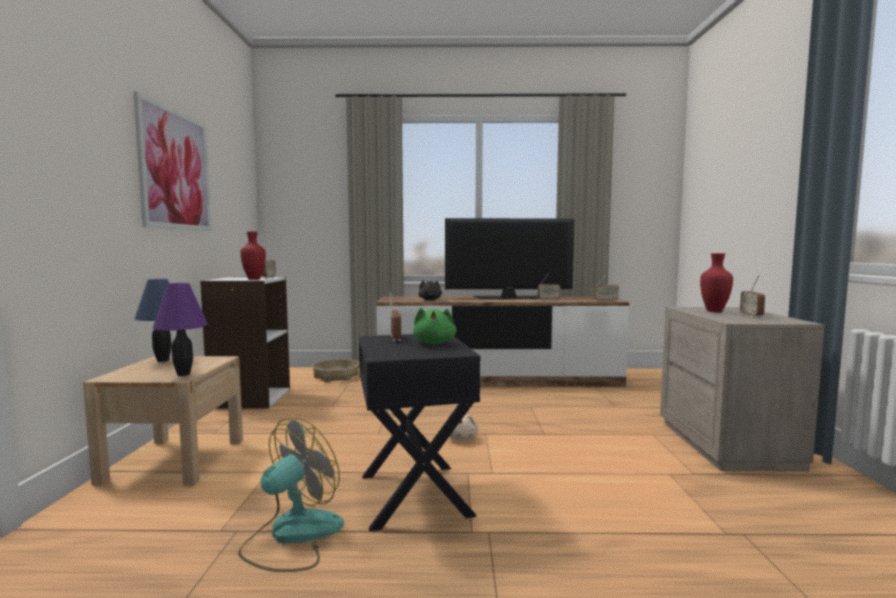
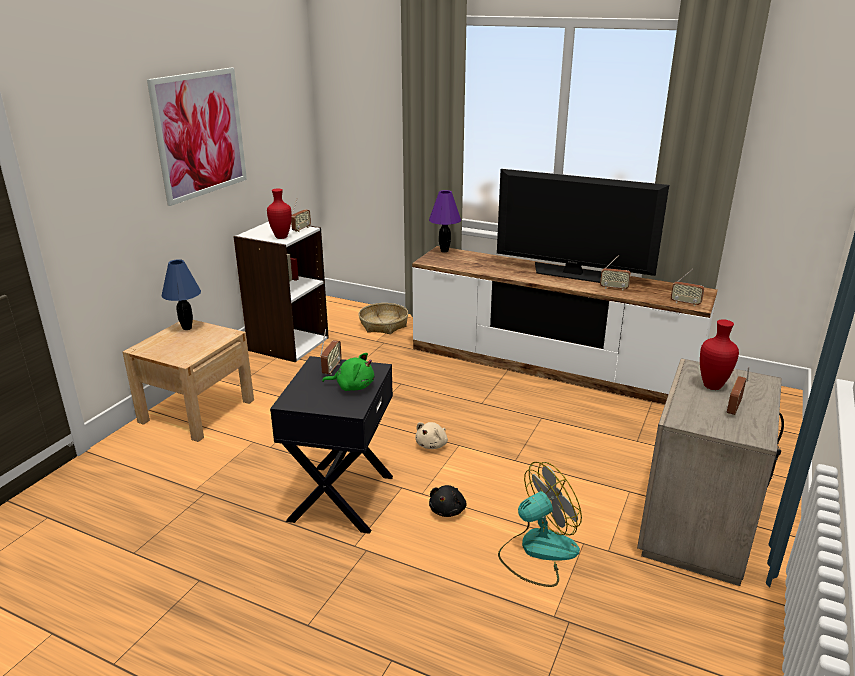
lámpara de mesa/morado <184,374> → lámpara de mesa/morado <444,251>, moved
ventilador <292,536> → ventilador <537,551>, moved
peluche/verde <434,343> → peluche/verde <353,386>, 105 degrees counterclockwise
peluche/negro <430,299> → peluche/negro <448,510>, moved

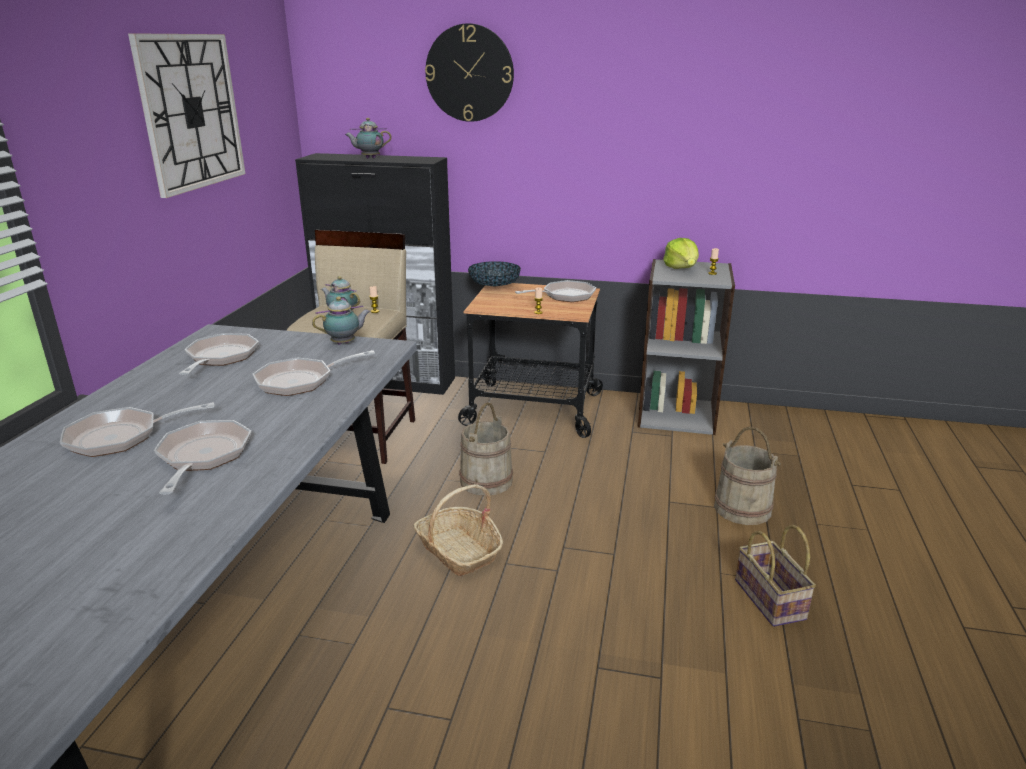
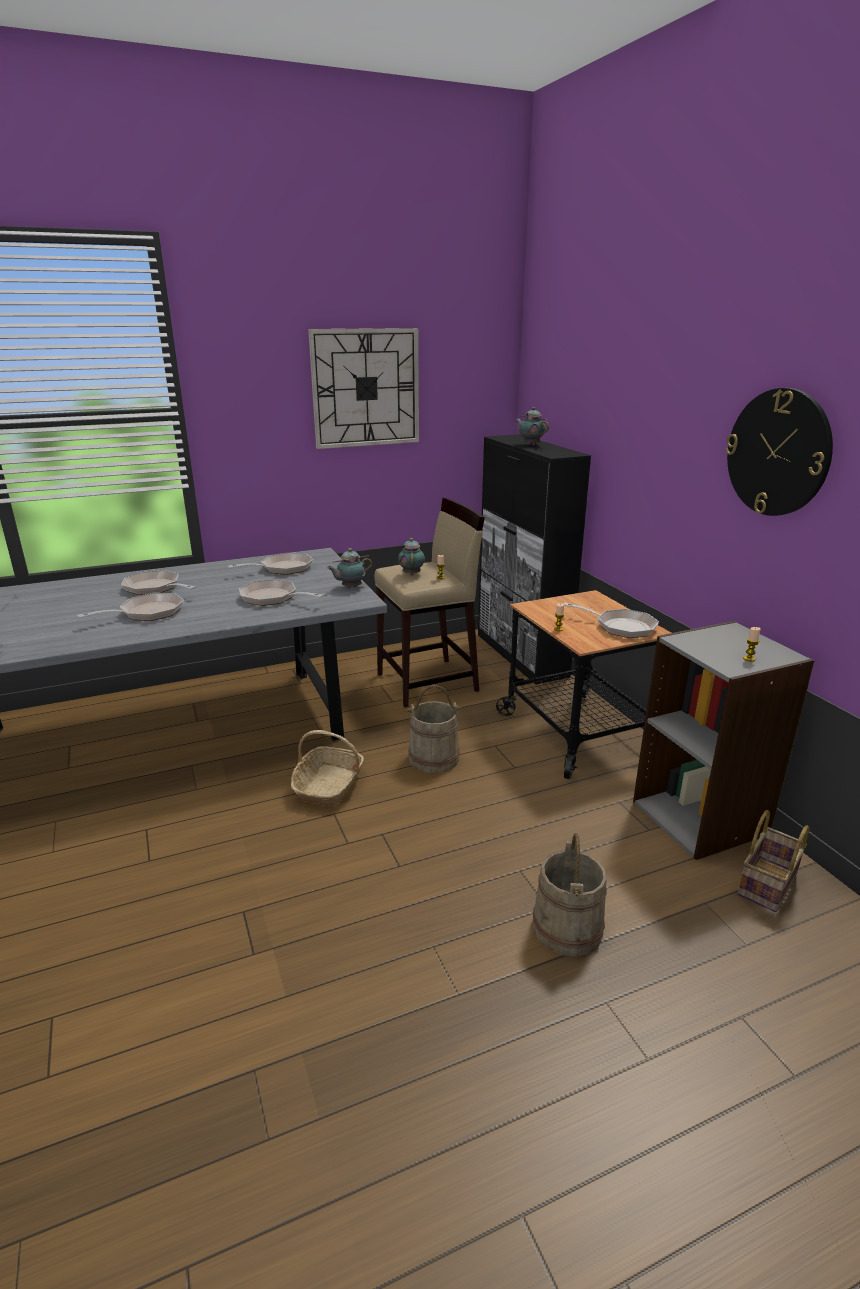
tetera <345,343> → tetera <350,587>, 120 degrees clockwise
reloj de pared <469,73> → reloj de pared <778,453>, moved
cuenco <494,286> → -
lechuga <681,268> → -
cesta <772,600> → cesta <768,886>, moved

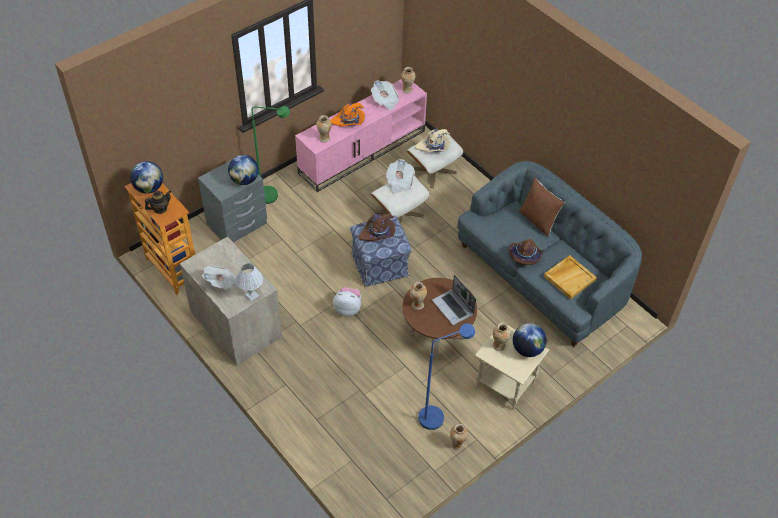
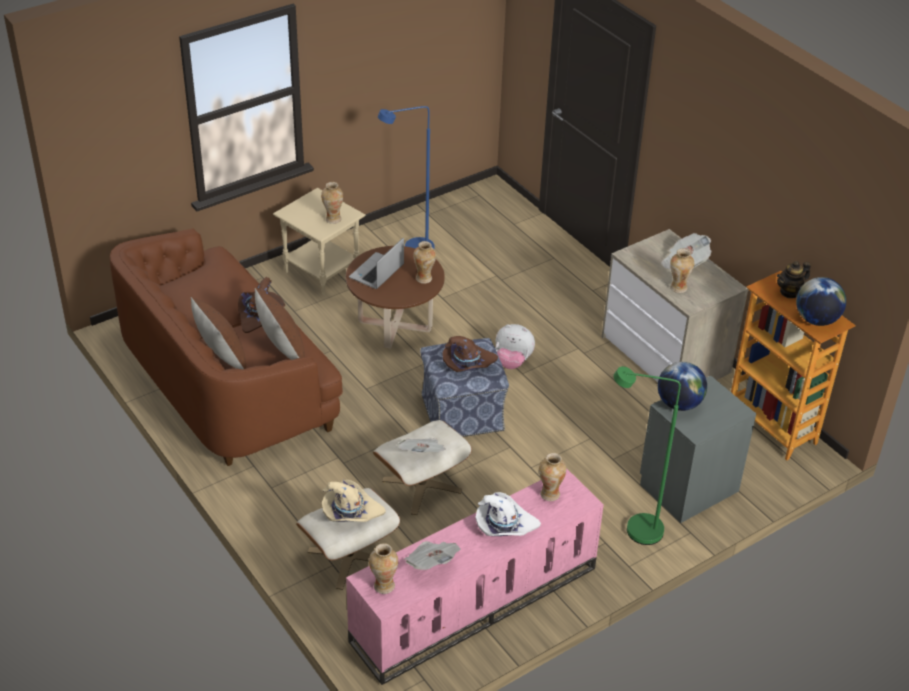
lámpara de mesa/blanco <251,296> → -
sombrero/naranja <349,121> → sombrero/blanco <504,525>
portátil <453,308> → portátil <377,272>, 120 degrees counterclockwise
florero <457,444> → florero <678,288>, moved
sofá/gris <542,277> → sofá/marrón <226,382>
globo terráqueo <527,349> → -
bandeja/beis <569,278> → -
- → cojín/marrón <281,351>

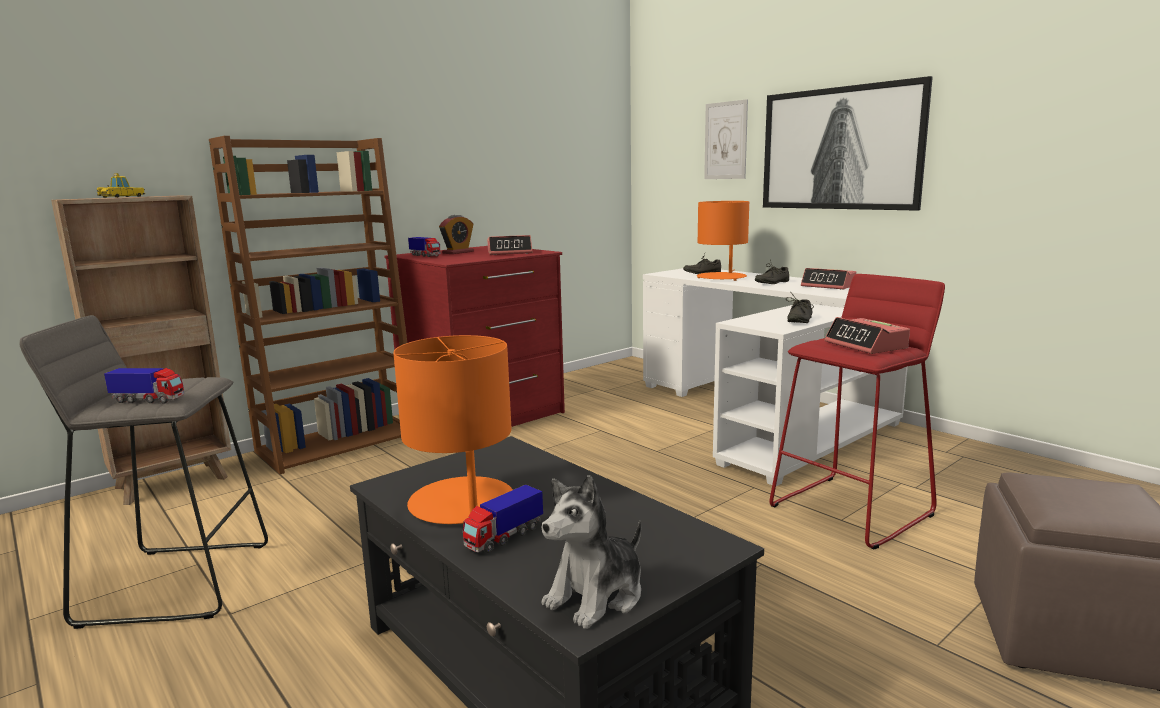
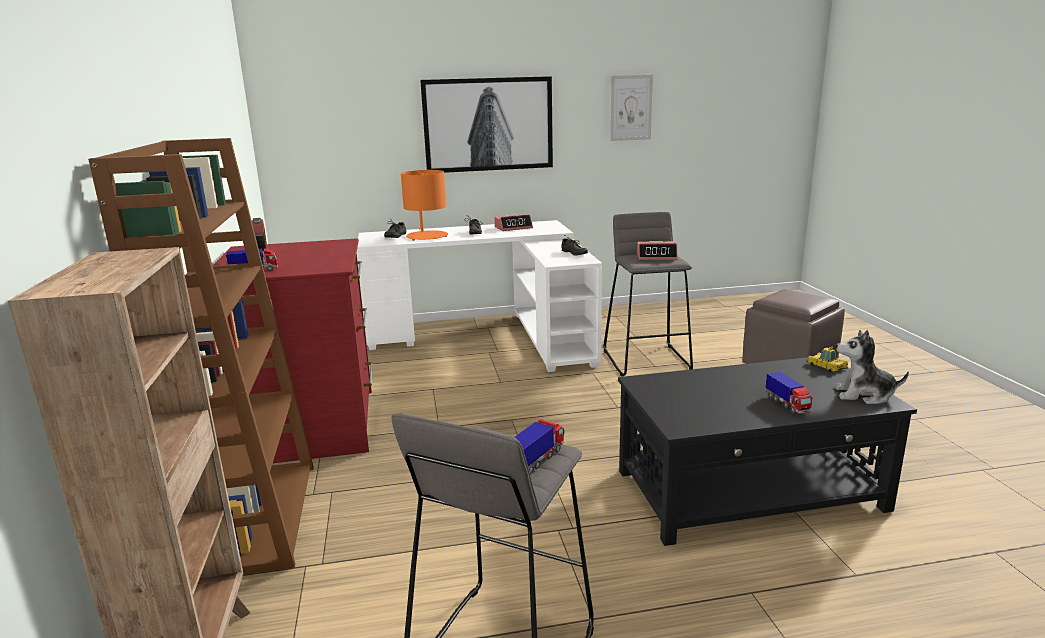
coche de juguete <122,197> → coche de juguete <826,366>, moved
lámpara de mesa/naranja <462,503> → -
despertador <510,253> → -
peluche <597,596> → peluche <864,395>, 120 degrees clockwise
cuadro <725,140> → cuadro <631,108>, moved
taburete/rojo <851,510> → taburete/gris <647,360>

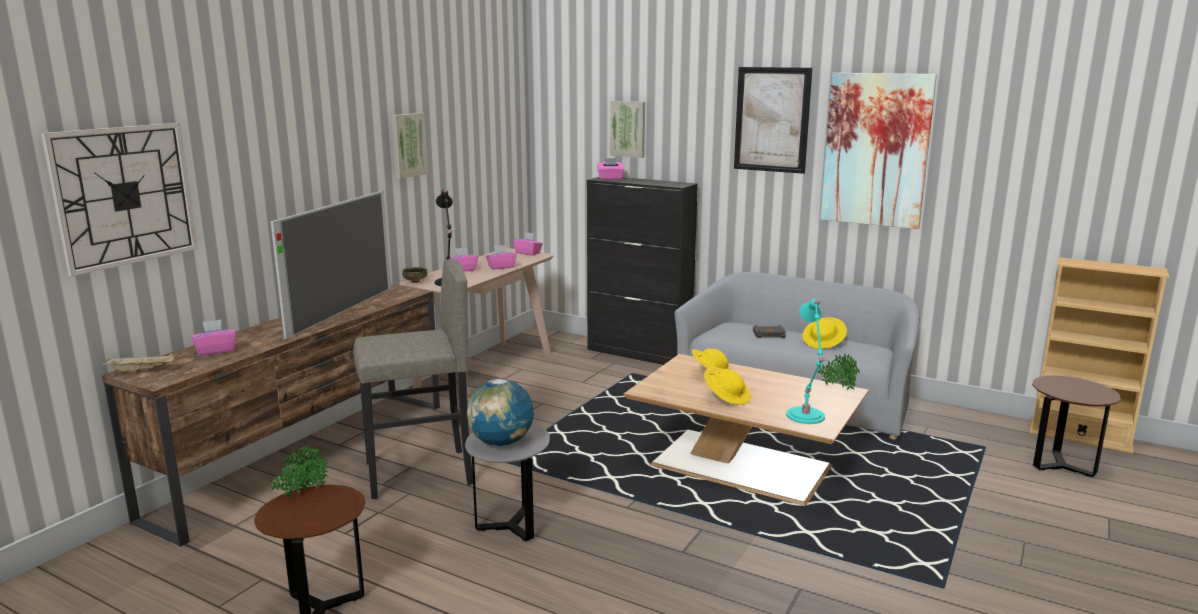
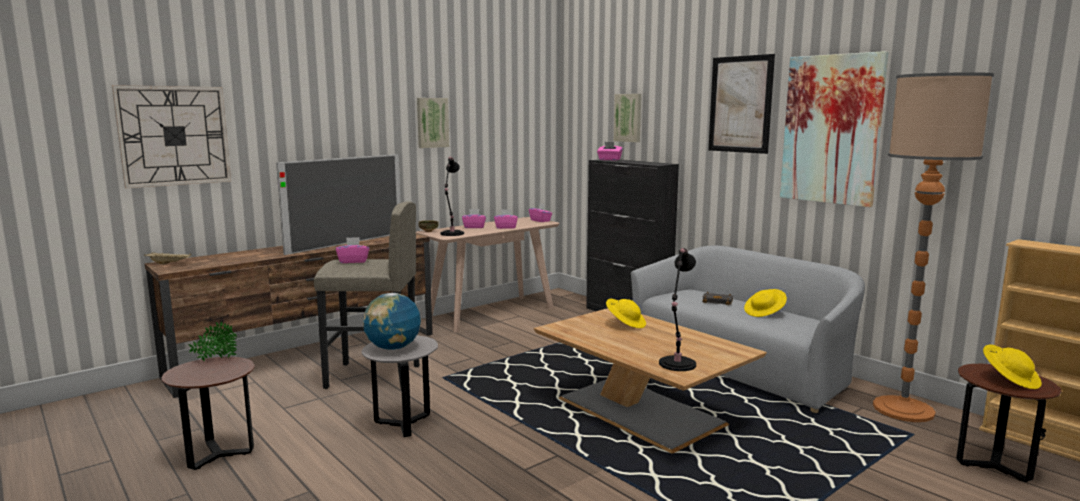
caja de pañuelos/rosa <216,351> → caja de pañuelos/rosa <353,261>, moved
sombrero/amarillo <727,397> → sombrero/amarillo <1010,379>, moved
lámpara de mesa/turquesa <806,417> → lámpara de mesa/negro <676,365>
planta en maceta <837,387> → -
- → lámpara de pie <903,409>

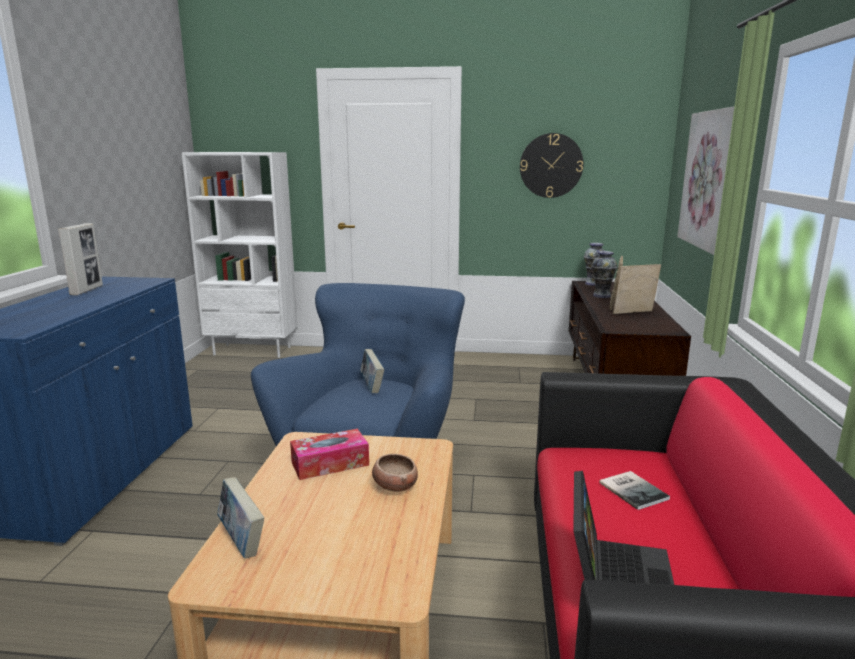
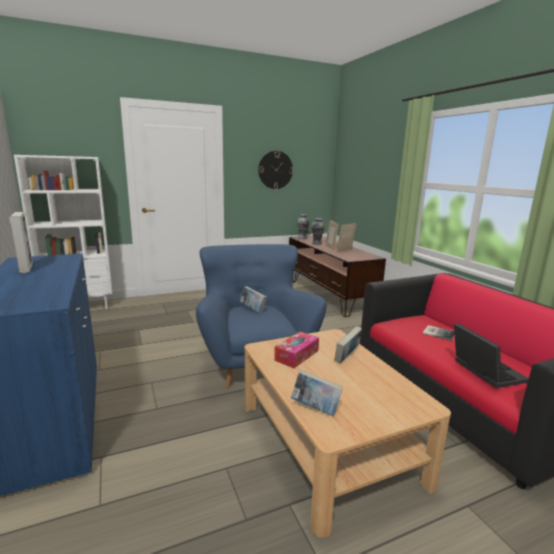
cuenco <395,486> → libro <347,357>
cuadro <710,180> → -

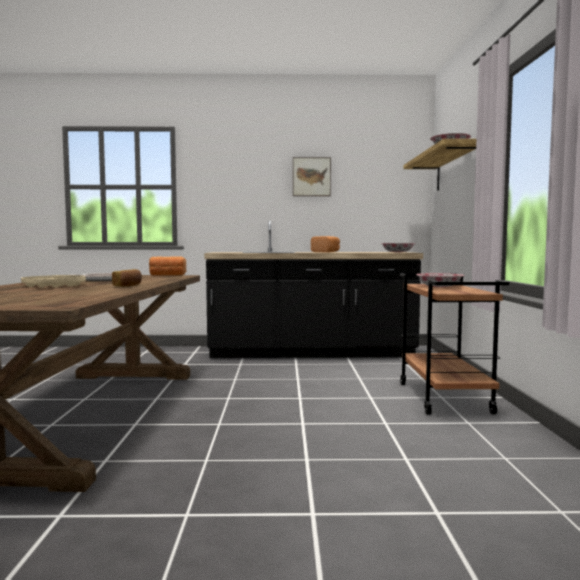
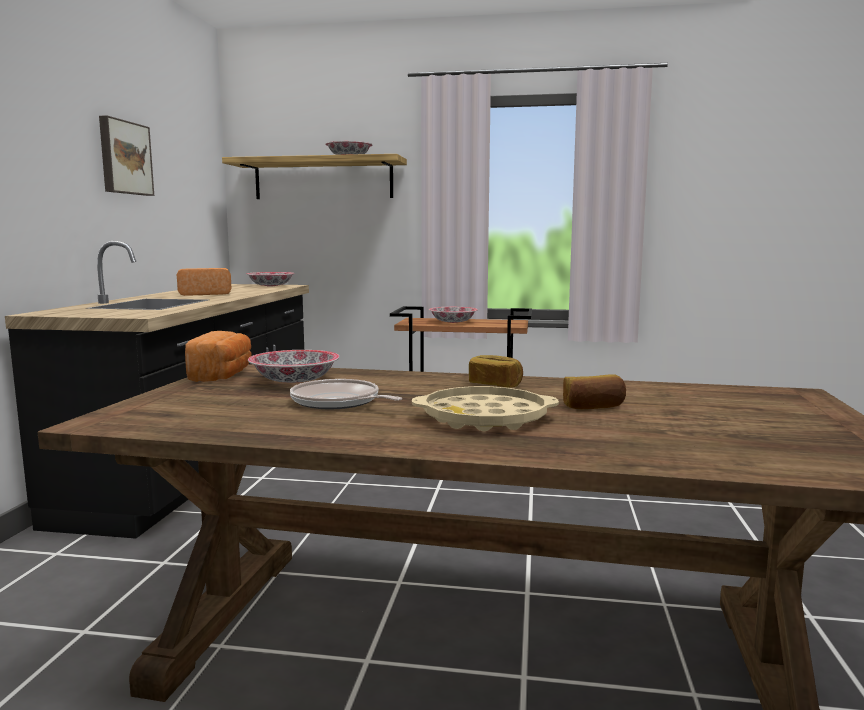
- → cuenco <295,381>
- → pan <593,407>

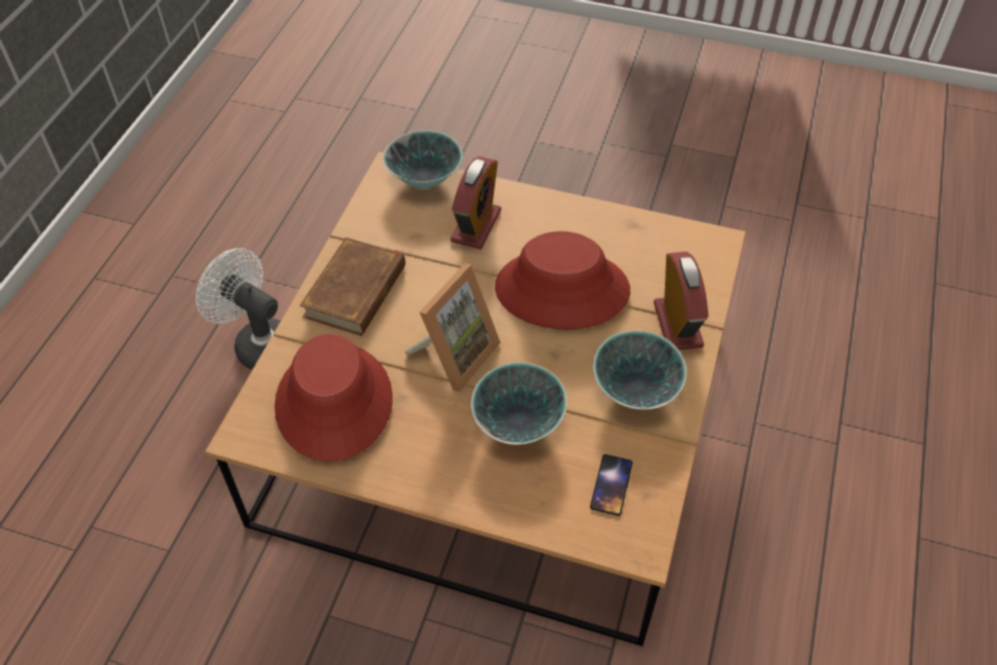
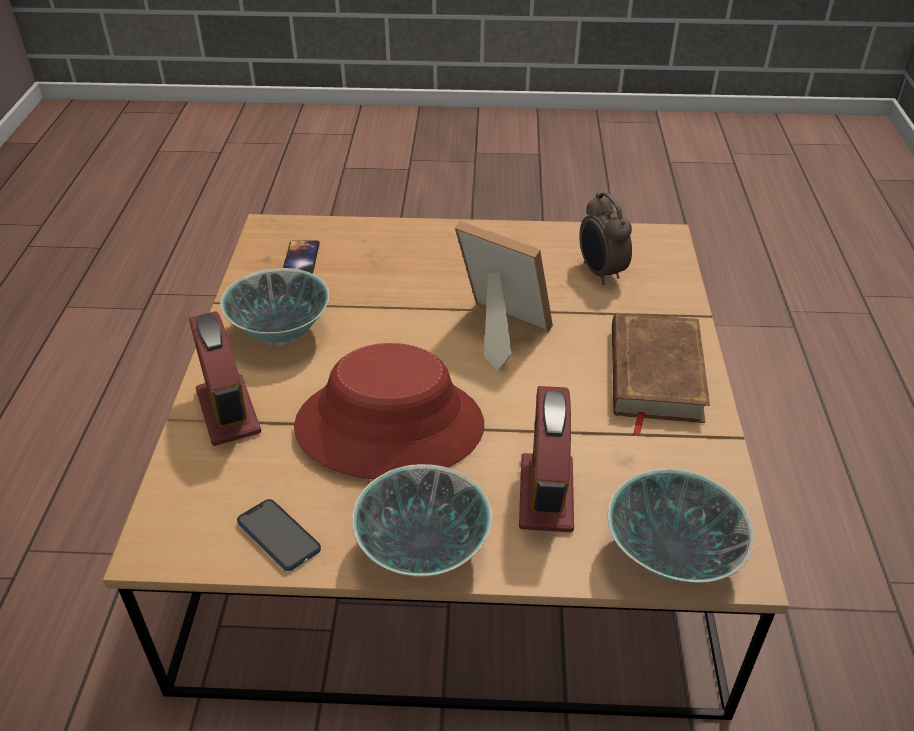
ventilador/blanco <258,344> → -
sombrero/rojo <333,402> → despertador <600,273>
portarretratos <454,355> → portarretratos <497,332>, 105 degrees clockwise
cuenco <519,423> → cuenco <423,554>, moved
- → móvil <279,536>

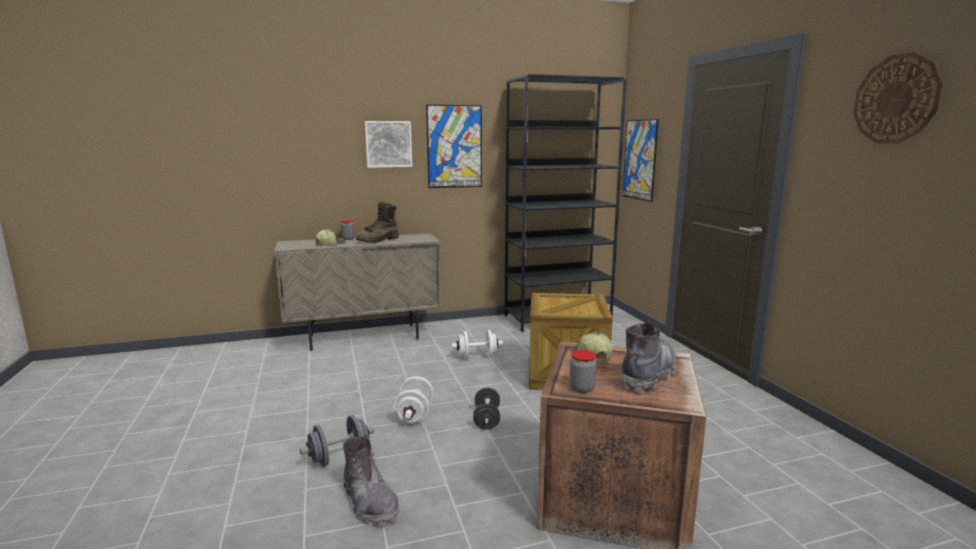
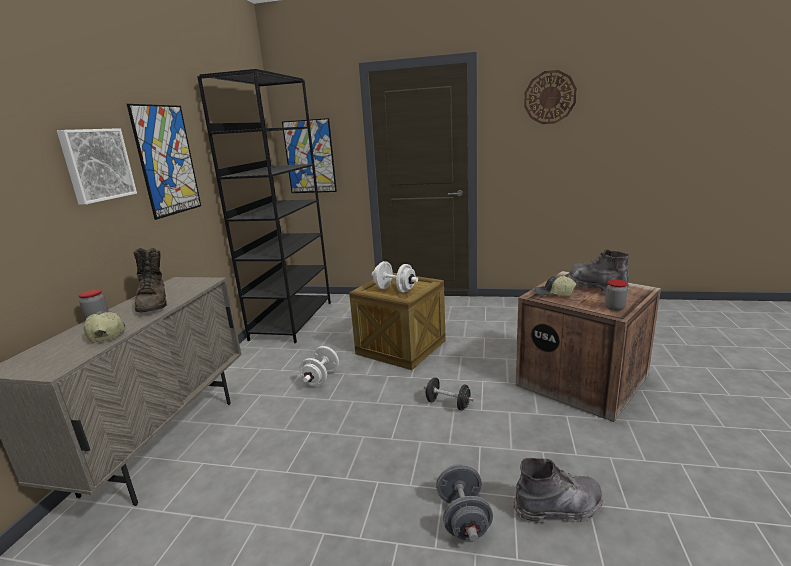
mancuerna/blanco <414,415> → mancuerna/blanco <395,289>, moved

